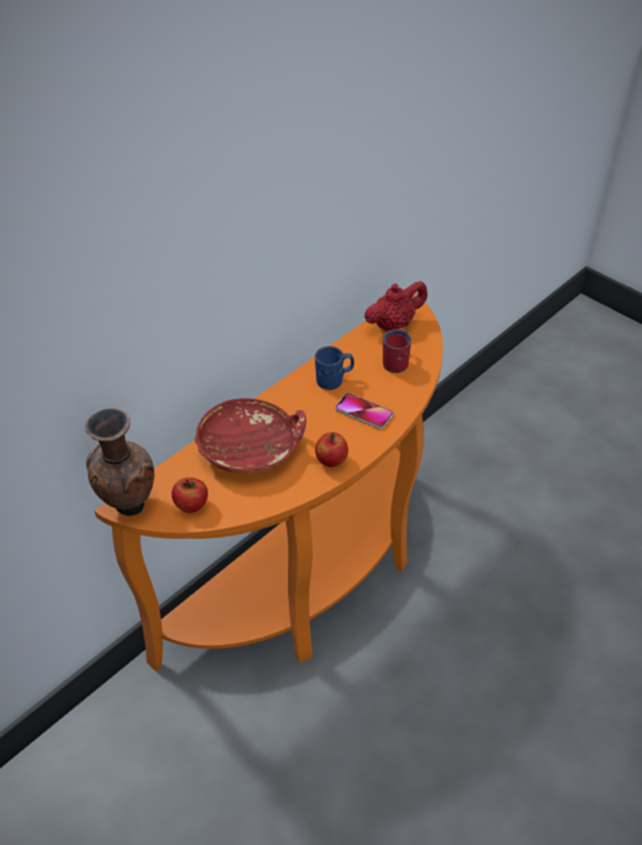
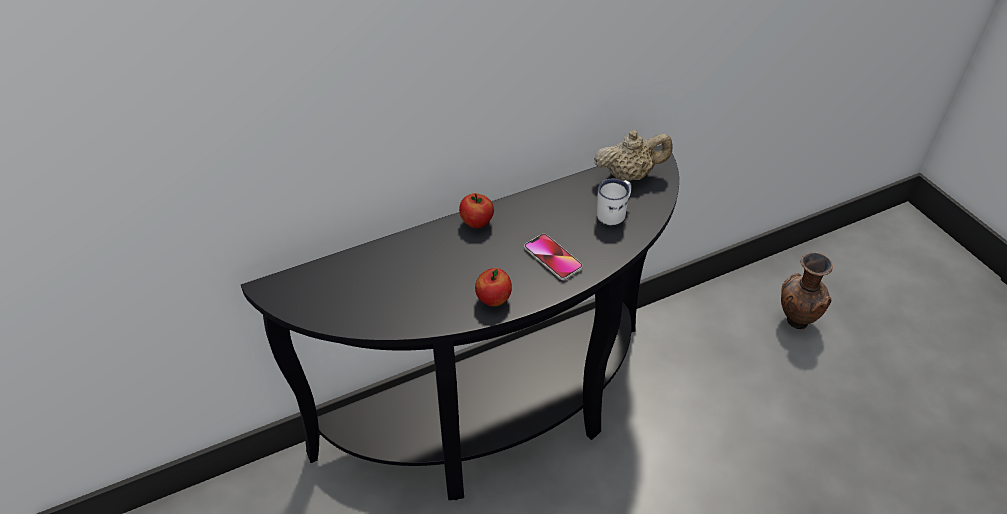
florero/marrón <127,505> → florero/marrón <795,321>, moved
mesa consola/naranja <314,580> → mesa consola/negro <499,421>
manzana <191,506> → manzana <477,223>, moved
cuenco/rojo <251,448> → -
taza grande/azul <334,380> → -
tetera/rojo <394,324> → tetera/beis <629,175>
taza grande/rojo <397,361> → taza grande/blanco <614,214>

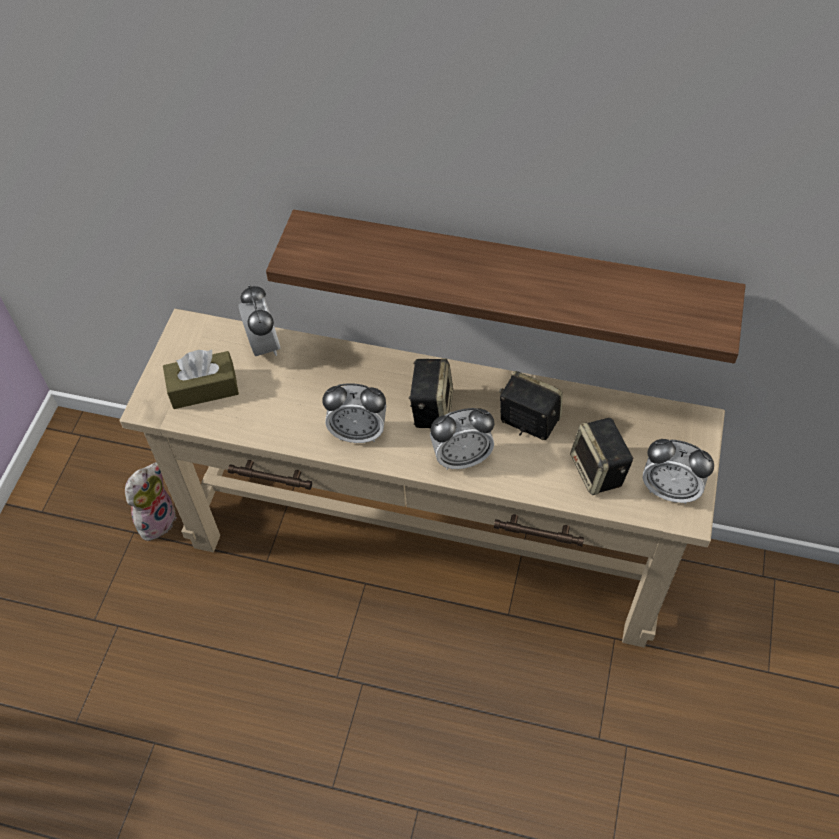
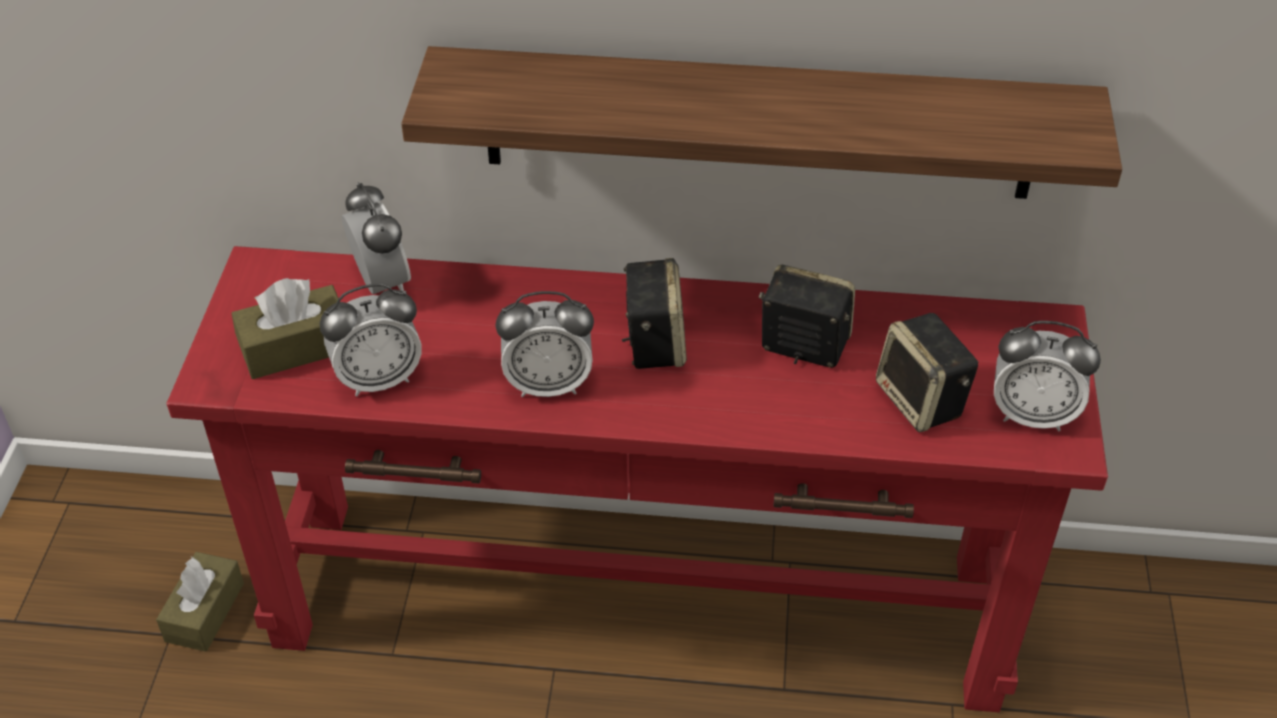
mesa consola/beis <425,545> → mesa consola/rojo <639,603>
peluche <155,519> → caja de pañuelos/marrón <204,612>
despertador <461,457> → despertador <378,379>, moved

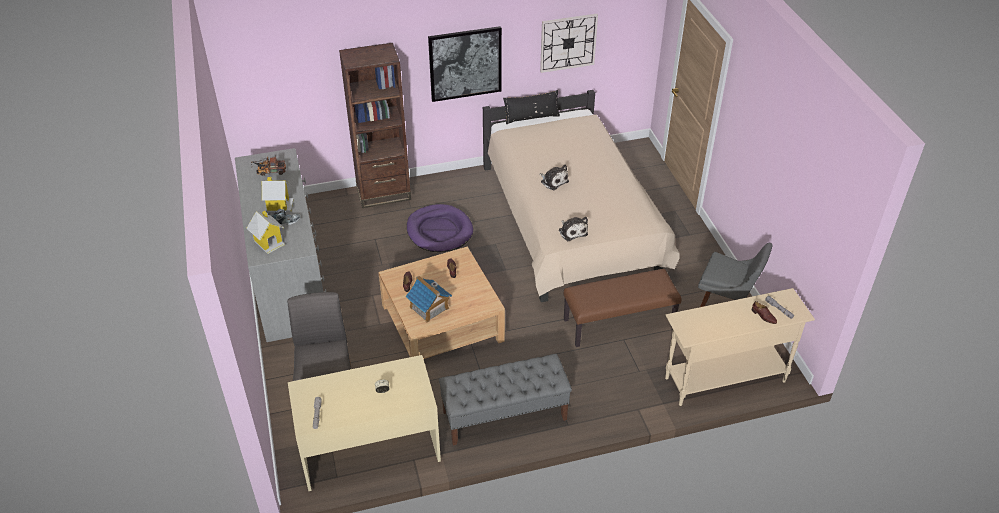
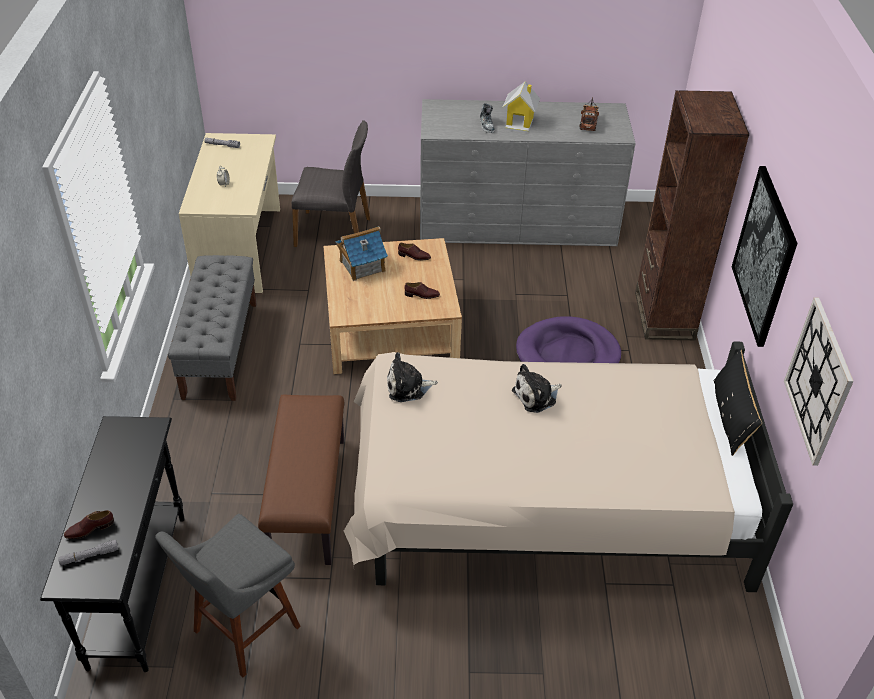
casita <269,242> → -
mesa consola/beis <724,379> → mesa consola/negro <139,589>

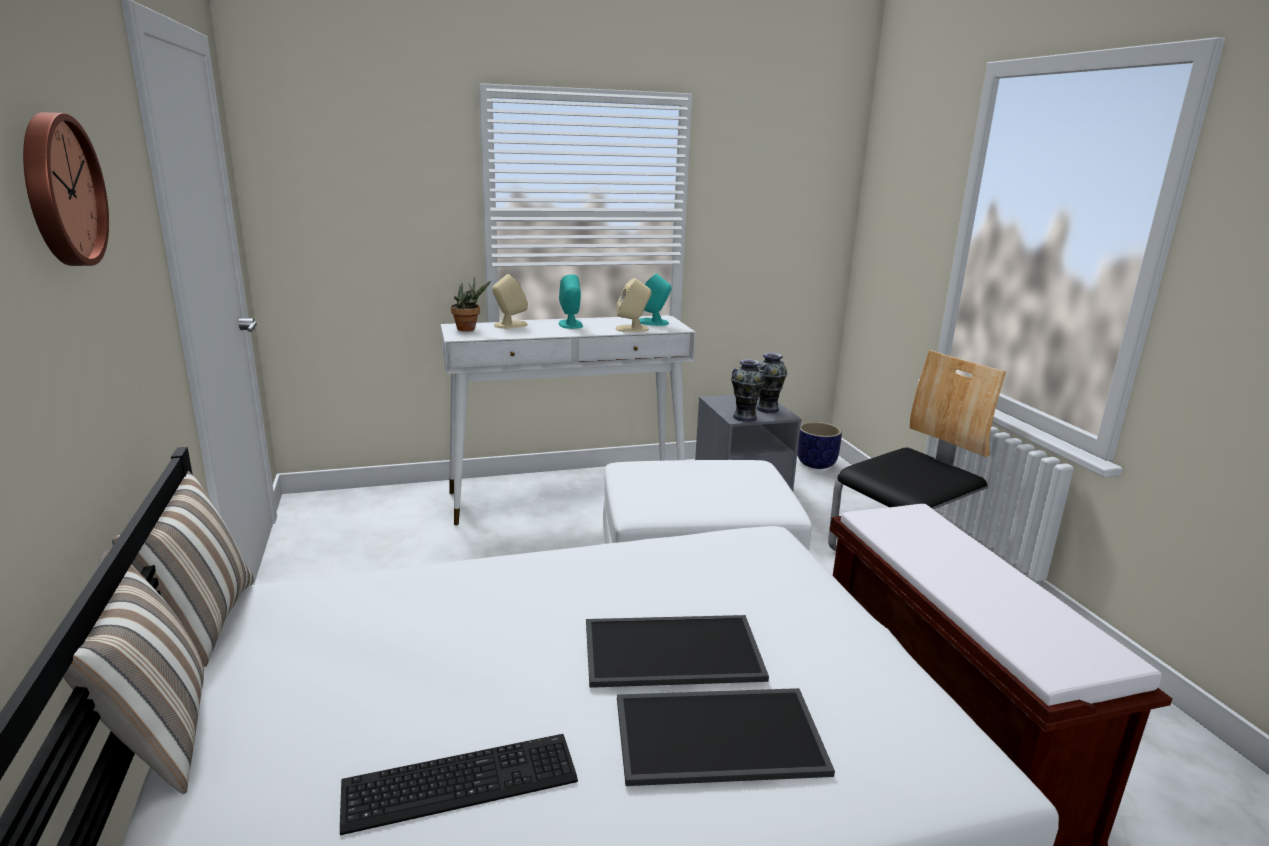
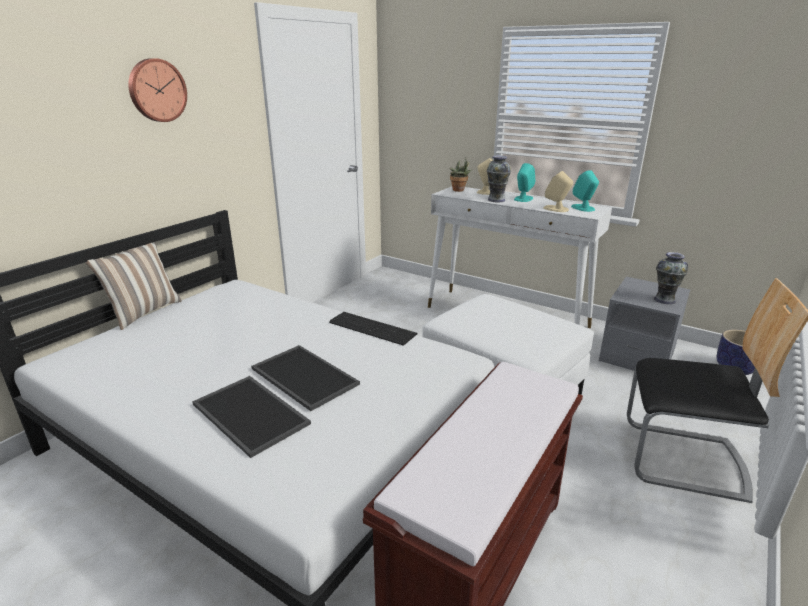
cojín <202,622> → -
teclado <457,779> → teclado <372,327>, moved
florero <744,417> → florero <496,200>, moved

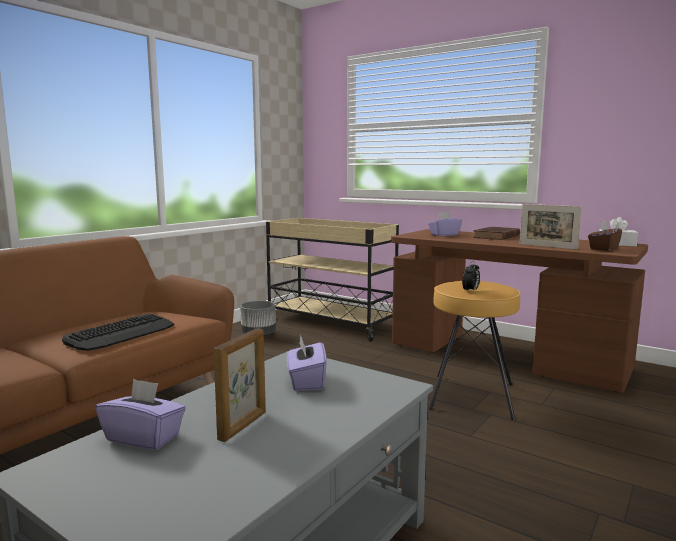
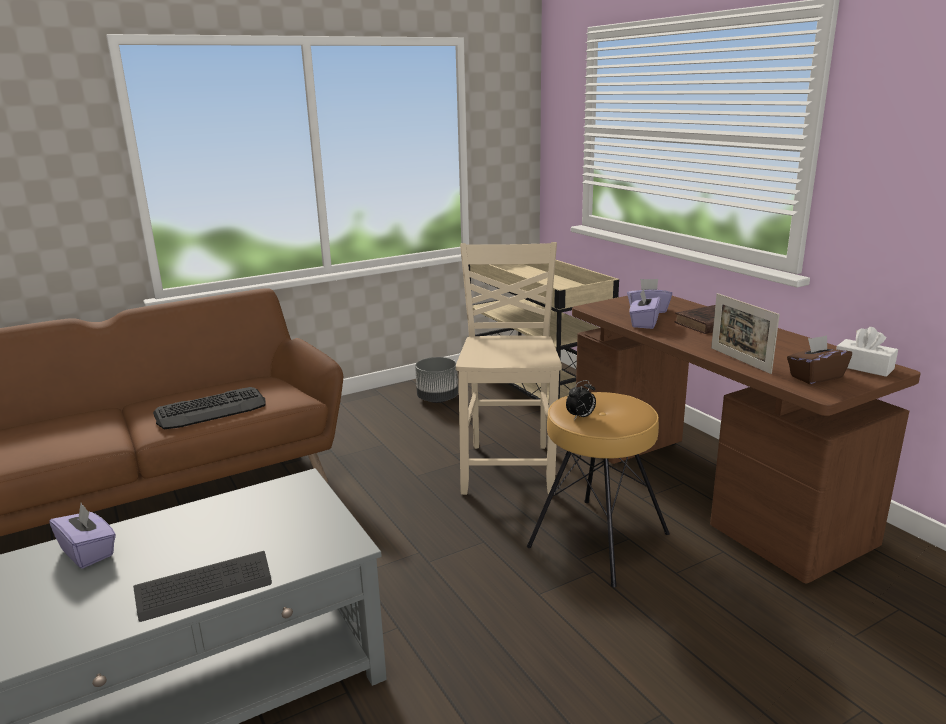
portarretratos <243,426> → -
caja de pañuelos/morado <306,381> → caja de pañuelos/morado <644,323>, moved
- → teclado <204,587>
- → silla/beis <509,468>

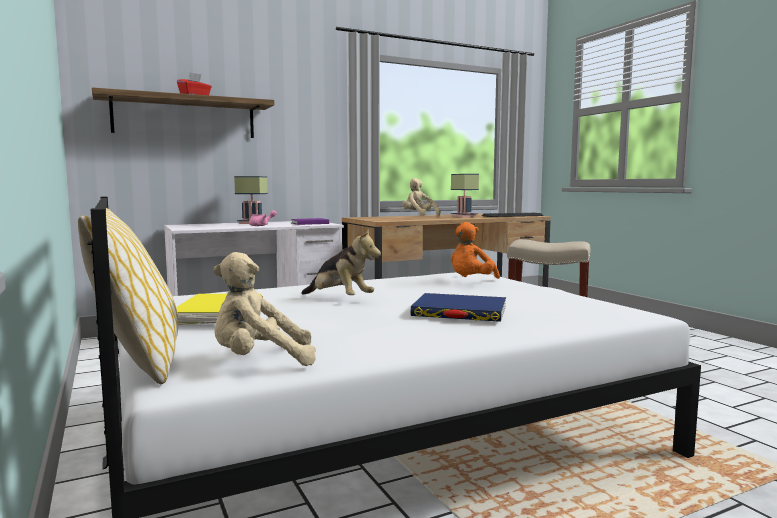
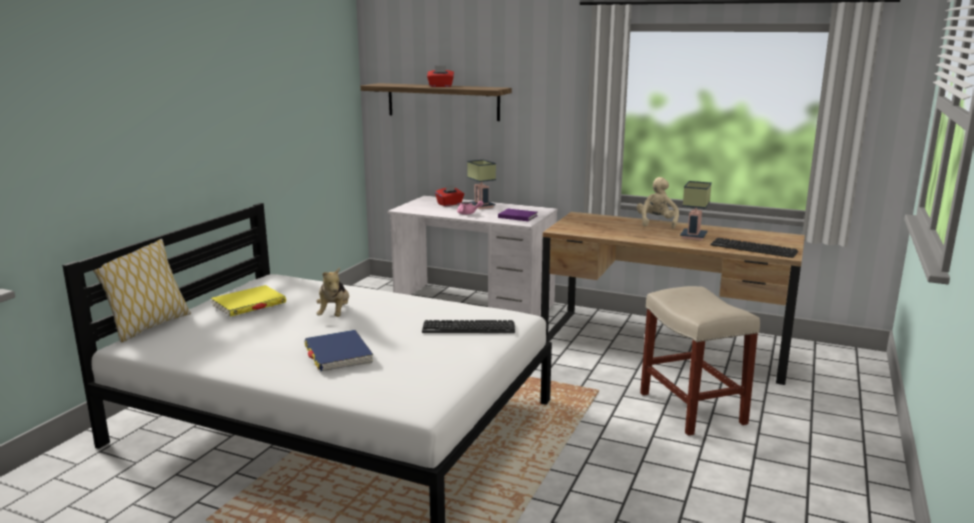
peluche/beis <260,361> → -
peluche/naranja <470,282> → teclado <468,328>
- → caja de pañuelos/rojo <450,204>

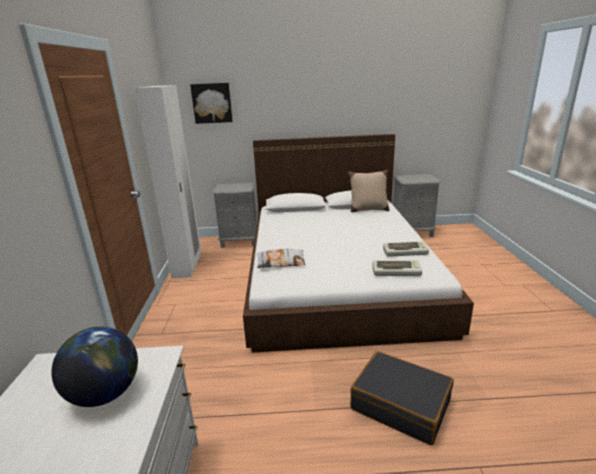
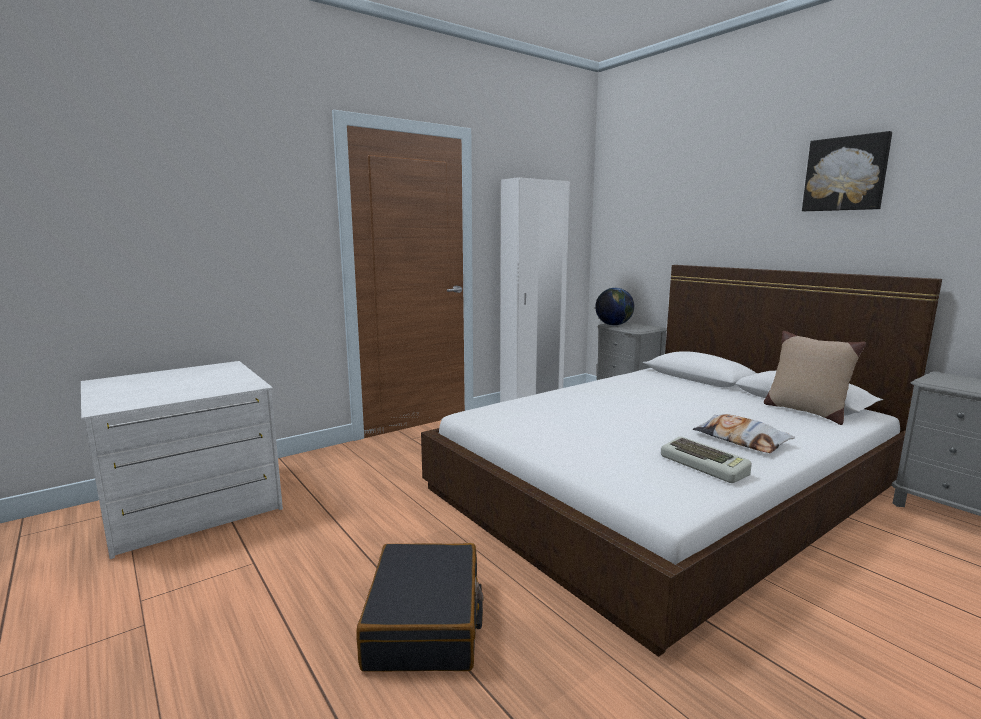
globo terráqueo <105,393> → globo terráqueo <613,325>, moved
cuadro <212,103> → cuadro <845,174>, moved
cojín <281,262> → cojín <741,440>, moved
teclado <396,271> → -

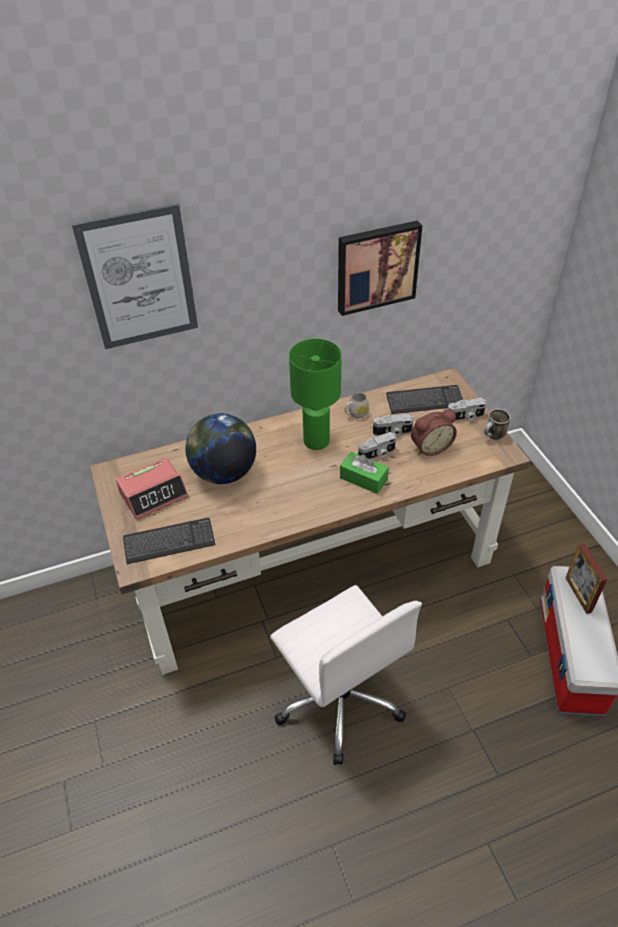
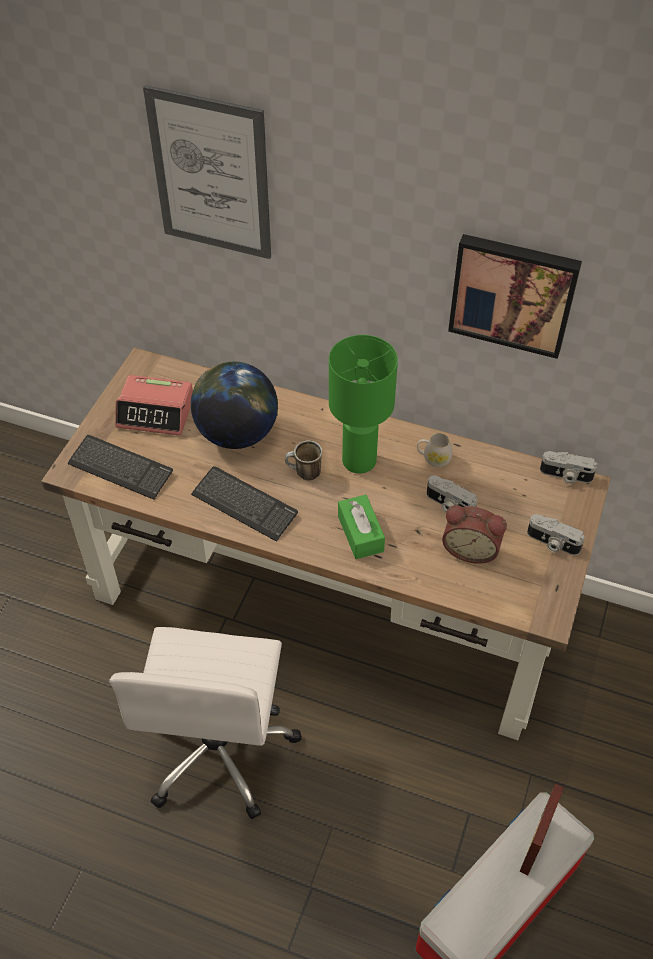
cámara <377,454> → cámara <565,476>, moved
teclado <424,401> → teclado <244,505>, moved
taza grande <493,437> → taza grande <304,474>, moved

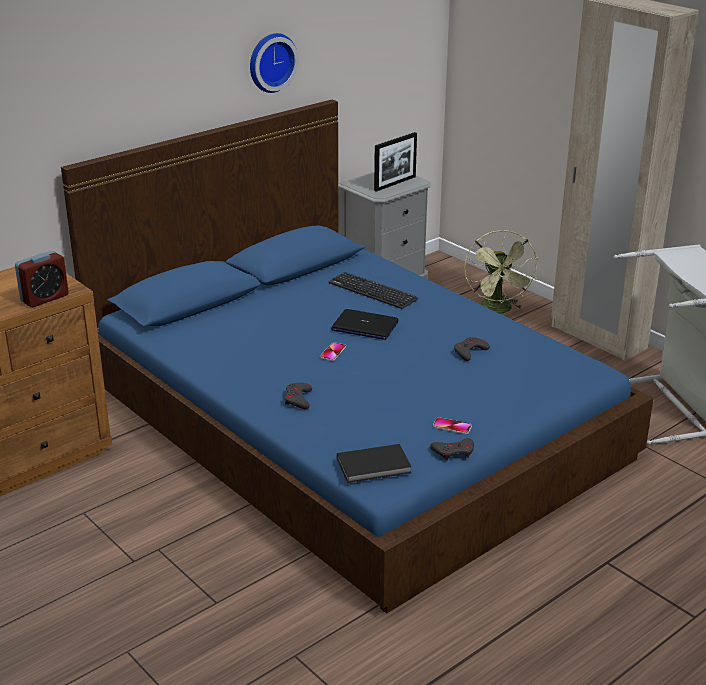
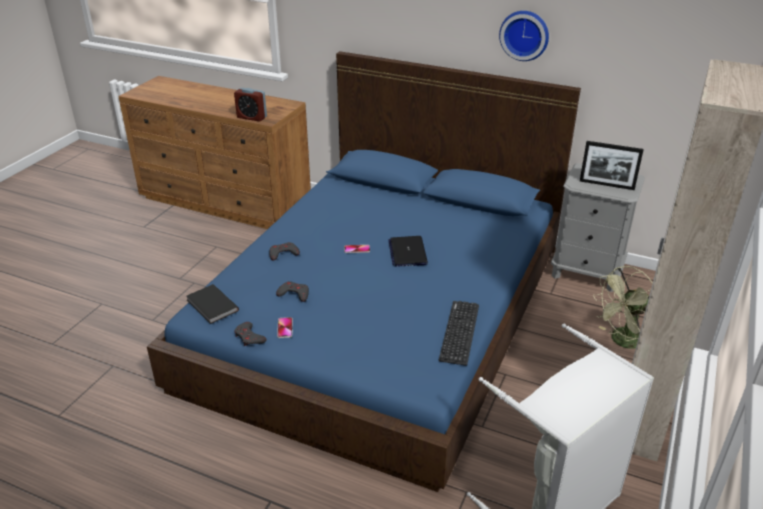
teclado <372,291> → teclado <459,332>, moved
mando de consola/gris <469,352> → mando de consola/gris <294,294>, moved

